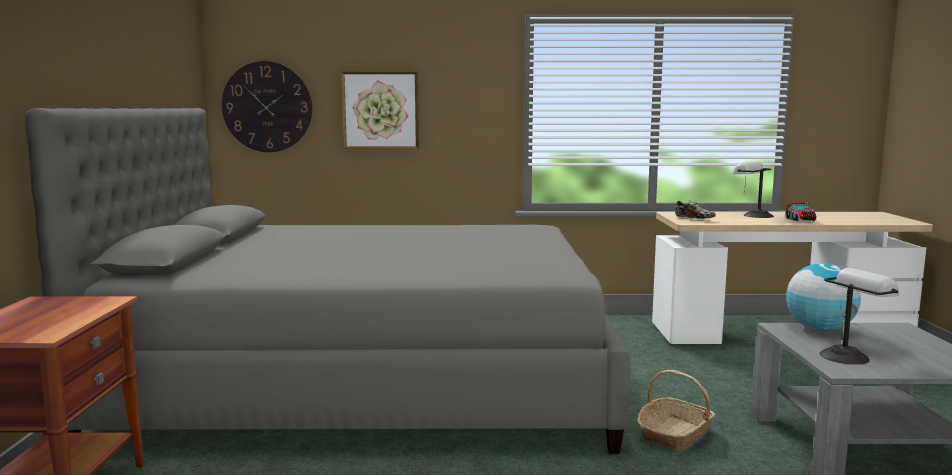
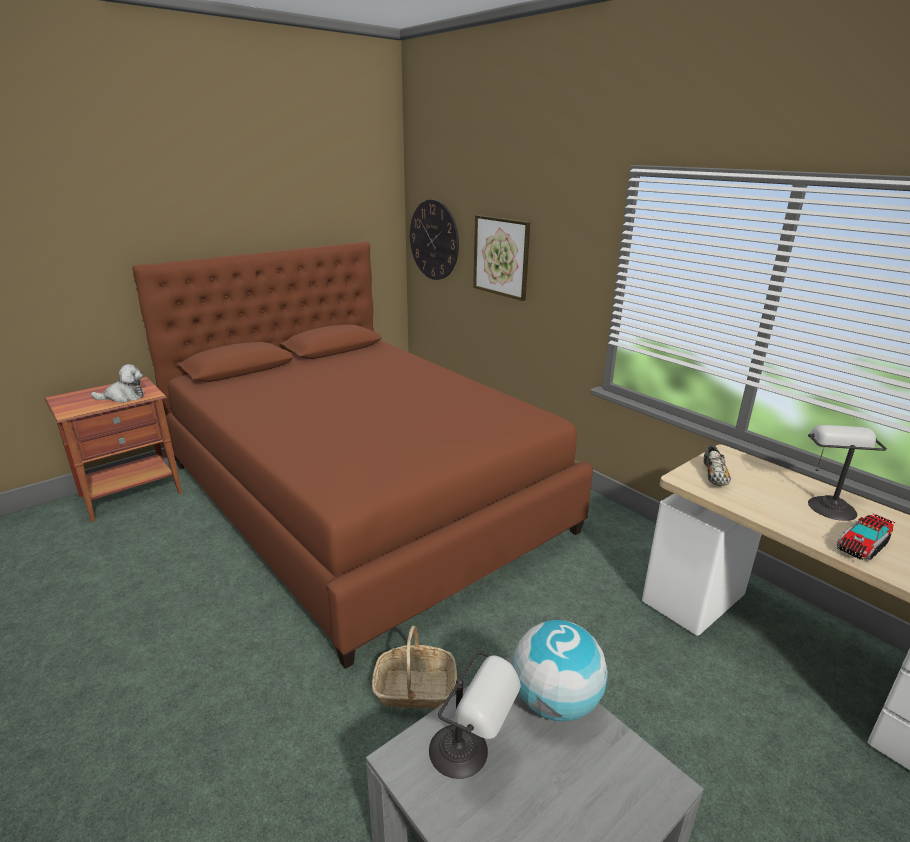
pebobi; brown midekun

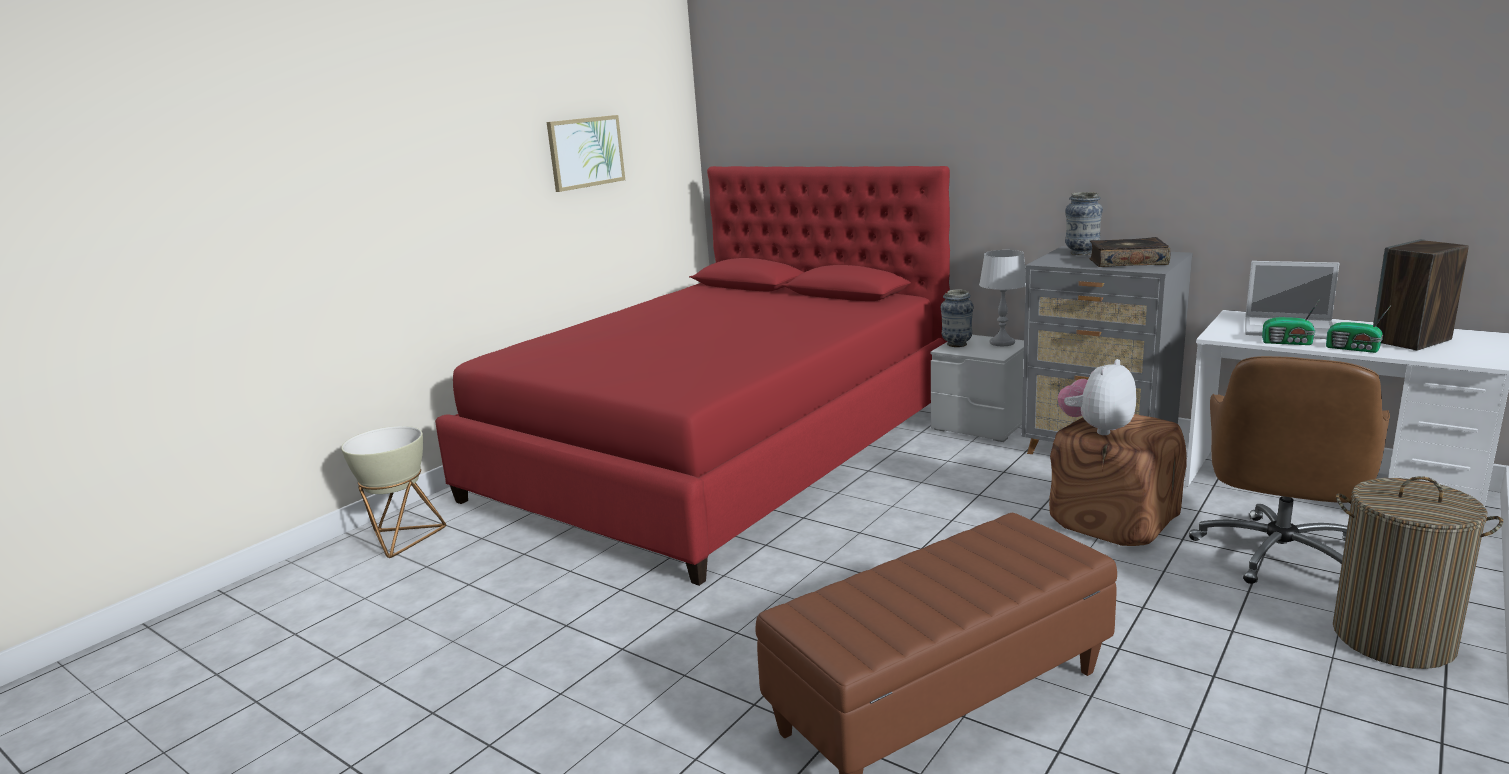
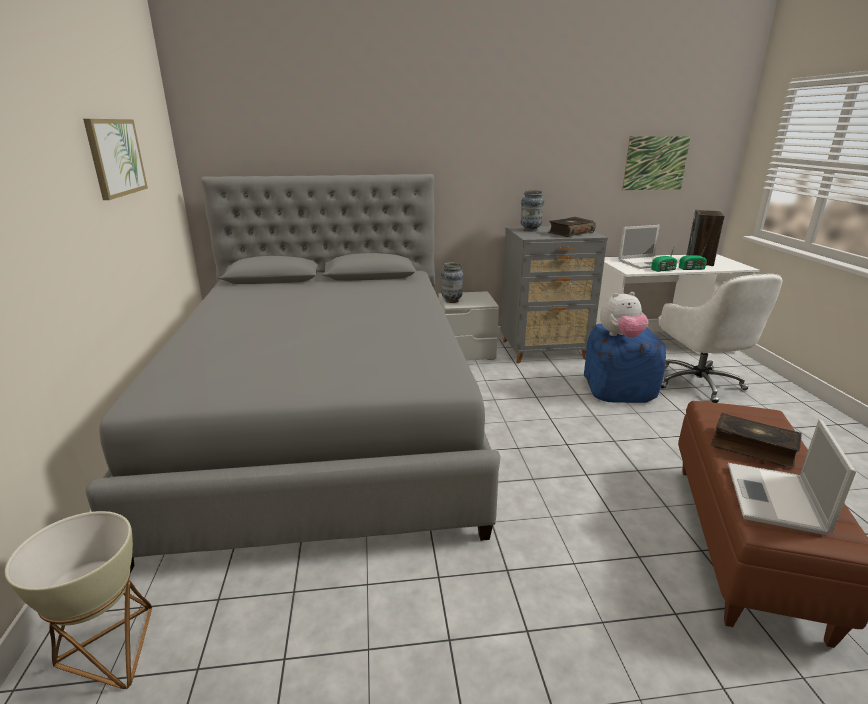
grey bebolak; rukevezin; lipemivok (2nd from left); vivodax (2nd from left); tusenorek (2nd from left); grey midekun; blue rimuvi; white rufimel; pebobi

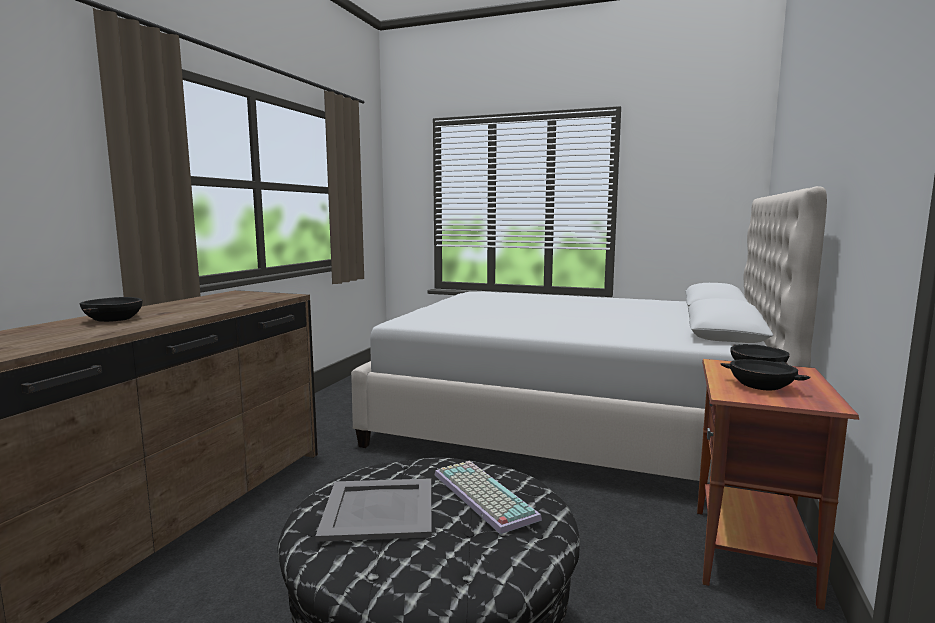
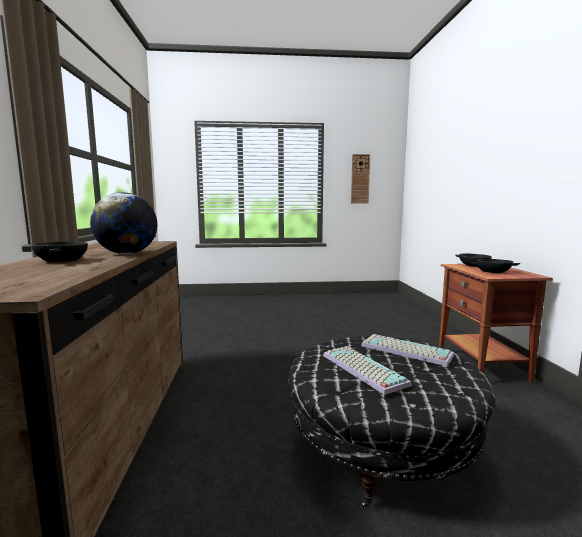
white midekun; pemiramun; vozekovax; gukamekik (1st from left)

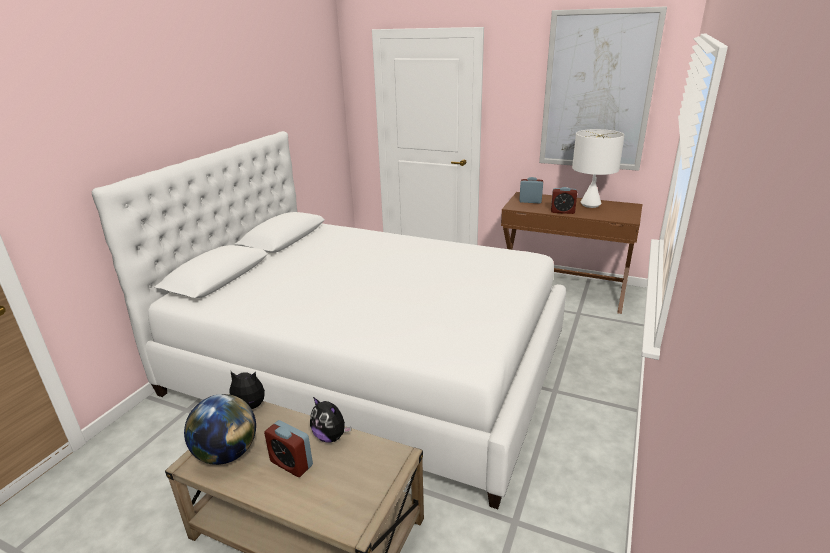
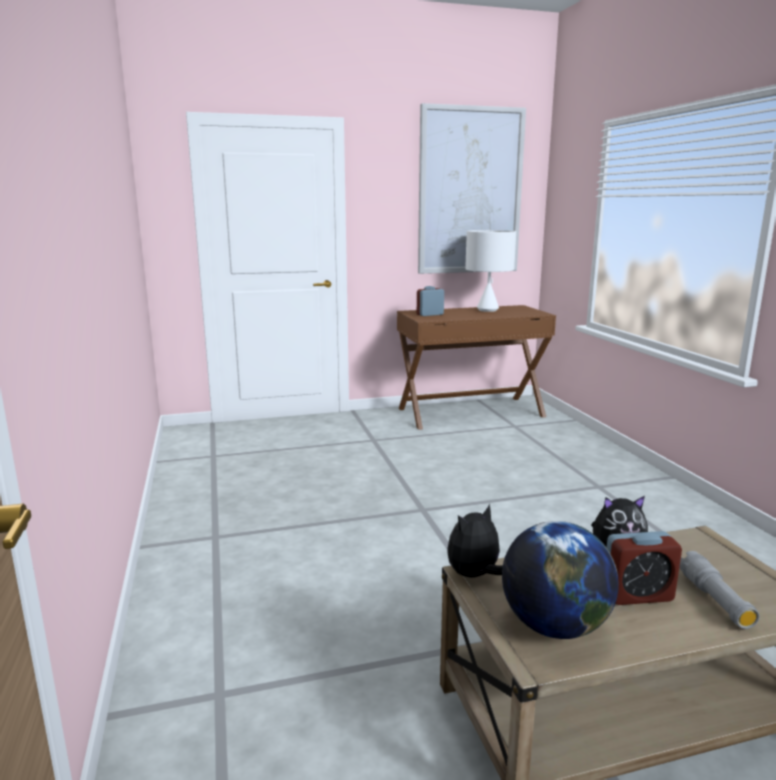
white midekun; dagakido (3rd from left in the first image); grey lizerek

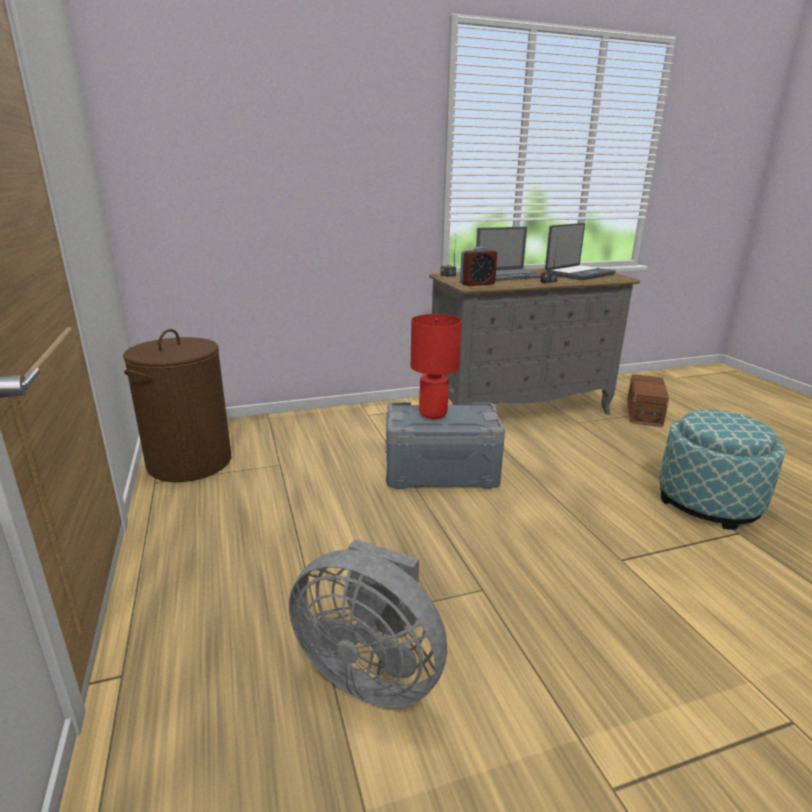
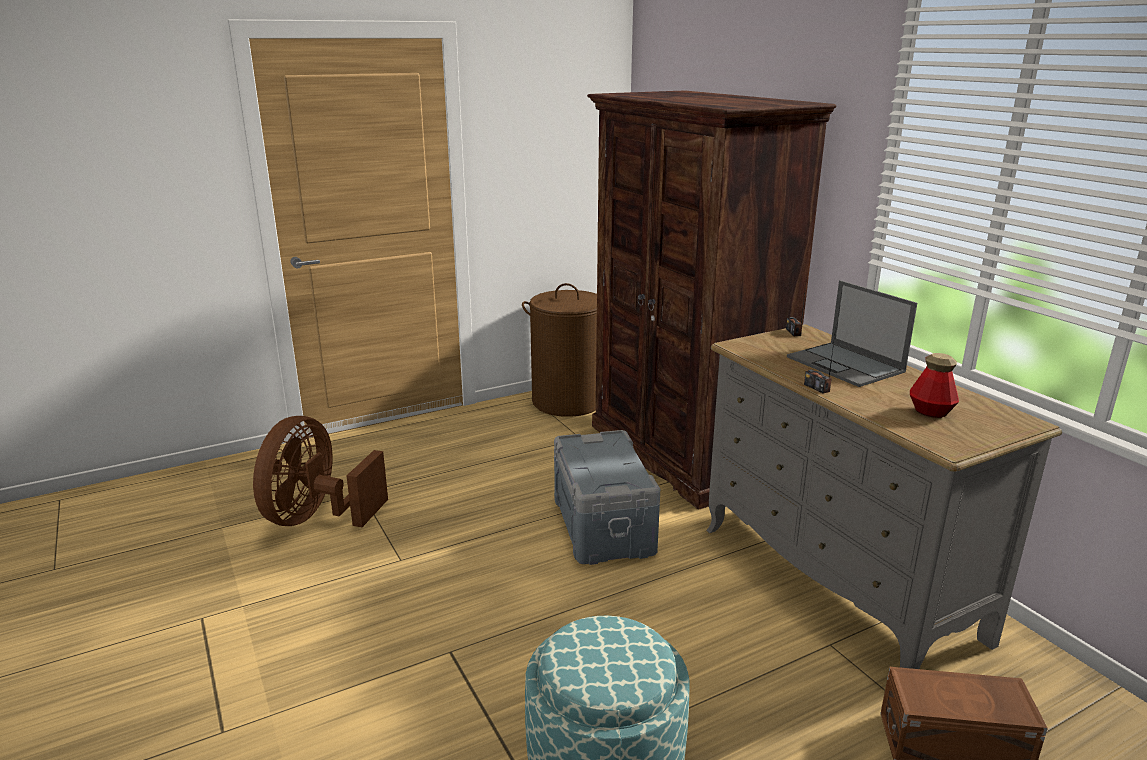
red bebolak; dagakido; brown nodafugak; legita; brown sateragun

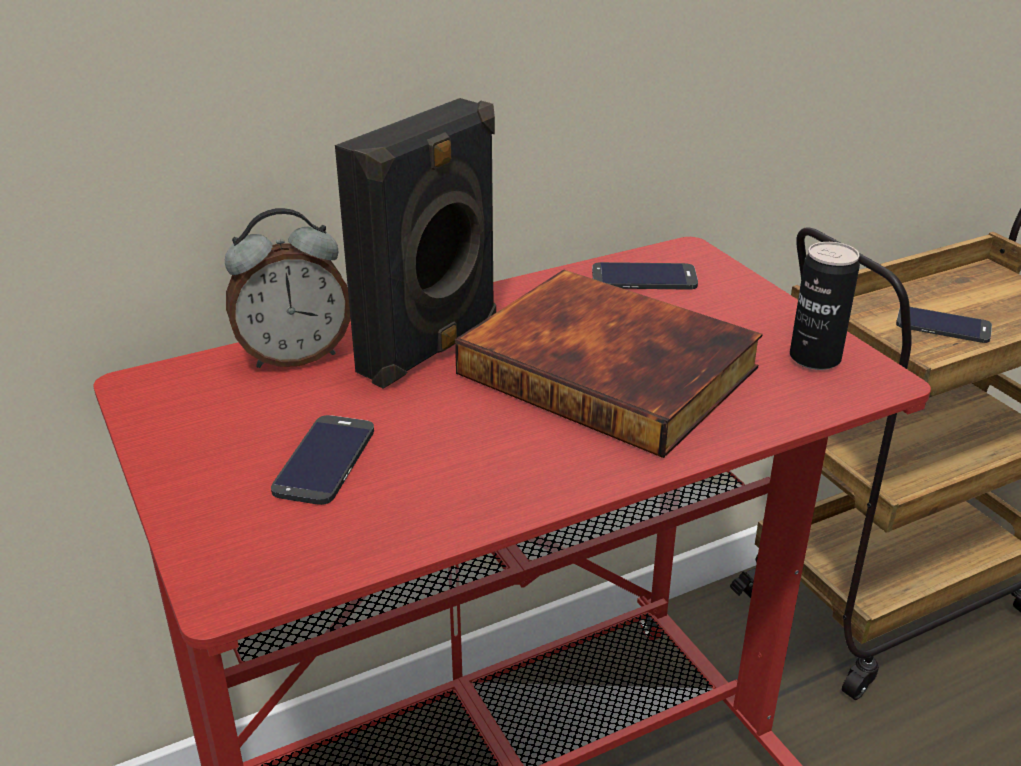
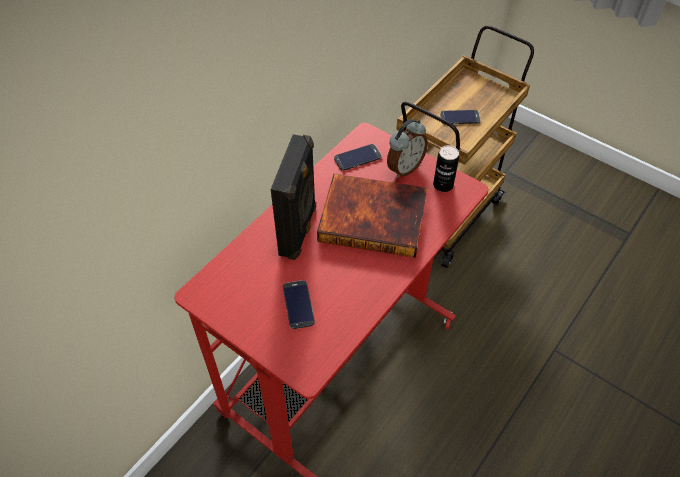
dagakido

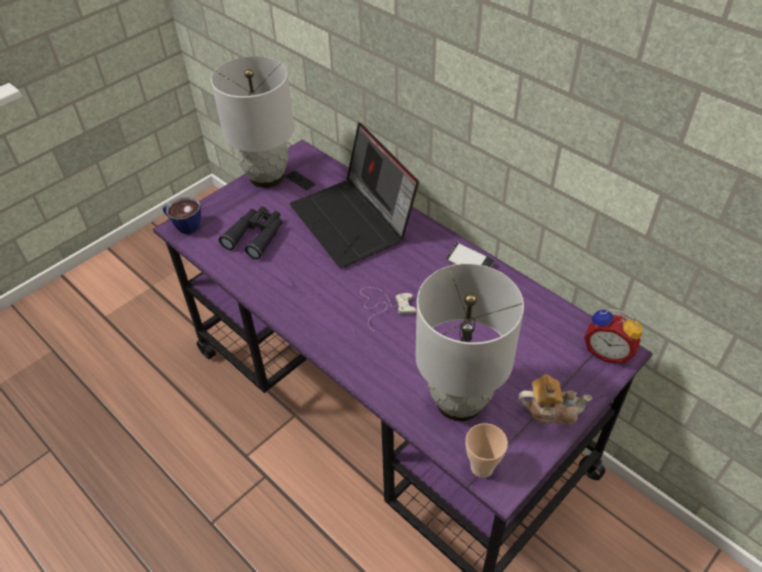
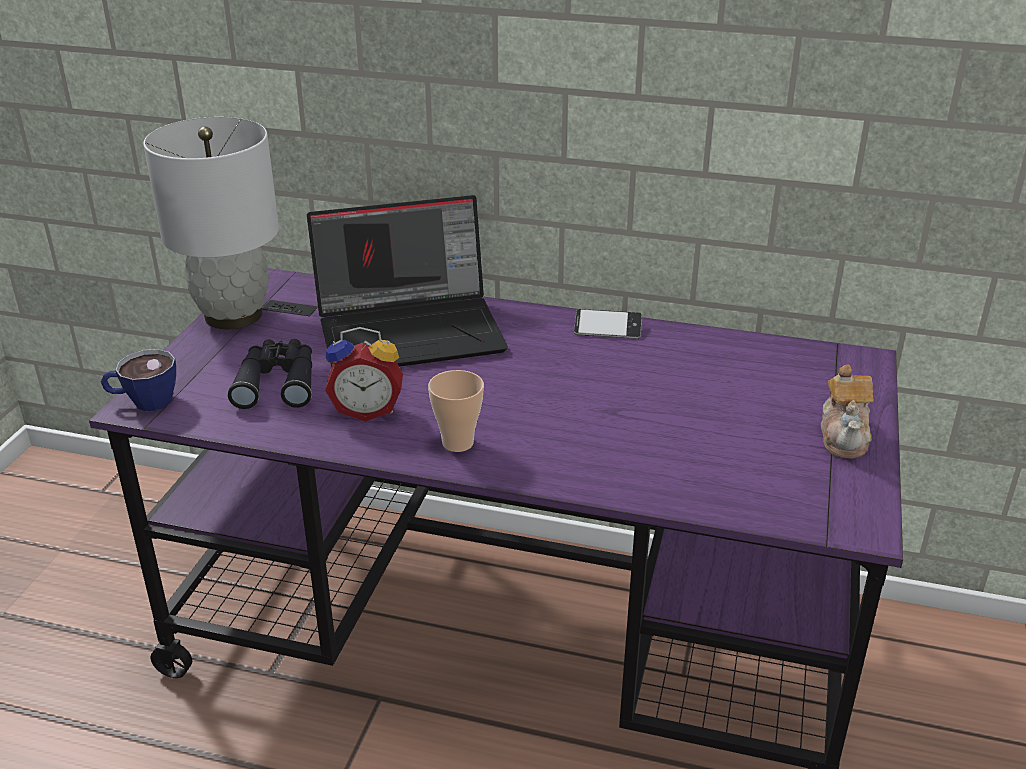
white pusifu; white bebolak (2nd from left in the first image); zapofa (2nd from left); dagakido; tusenorek; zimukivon

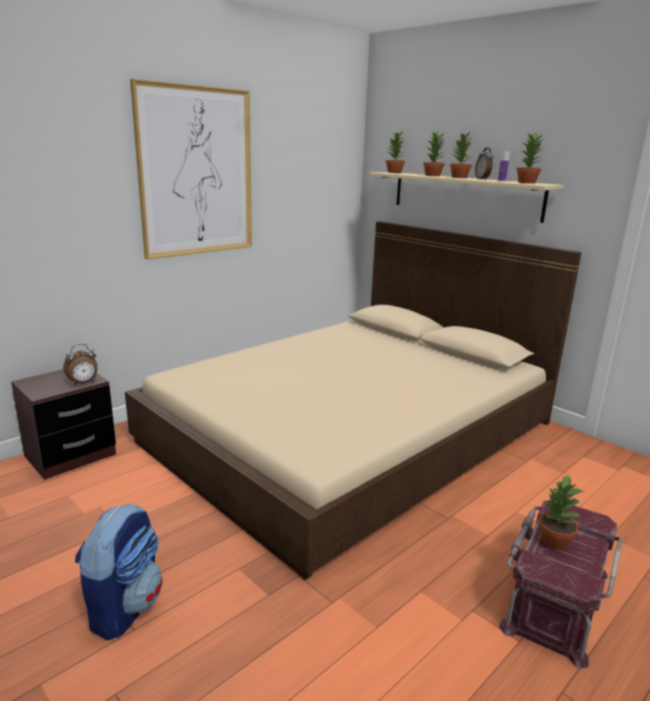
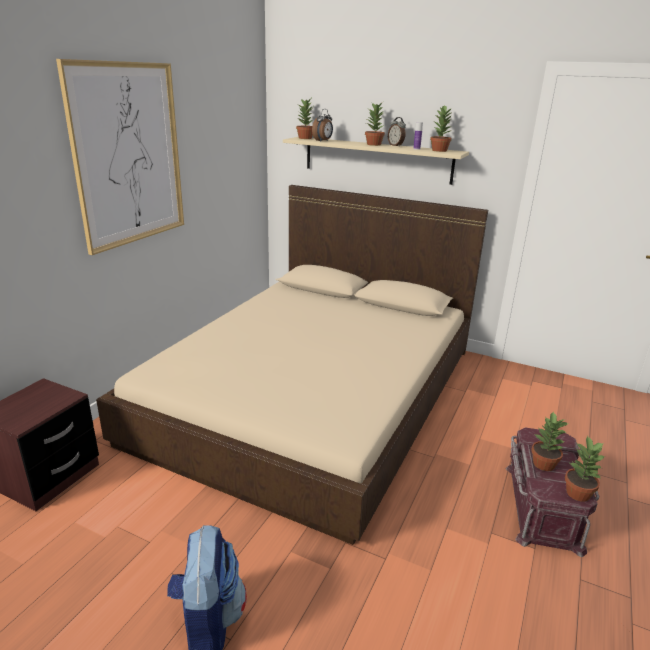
dagakido (1st from left); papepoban (5th from left)

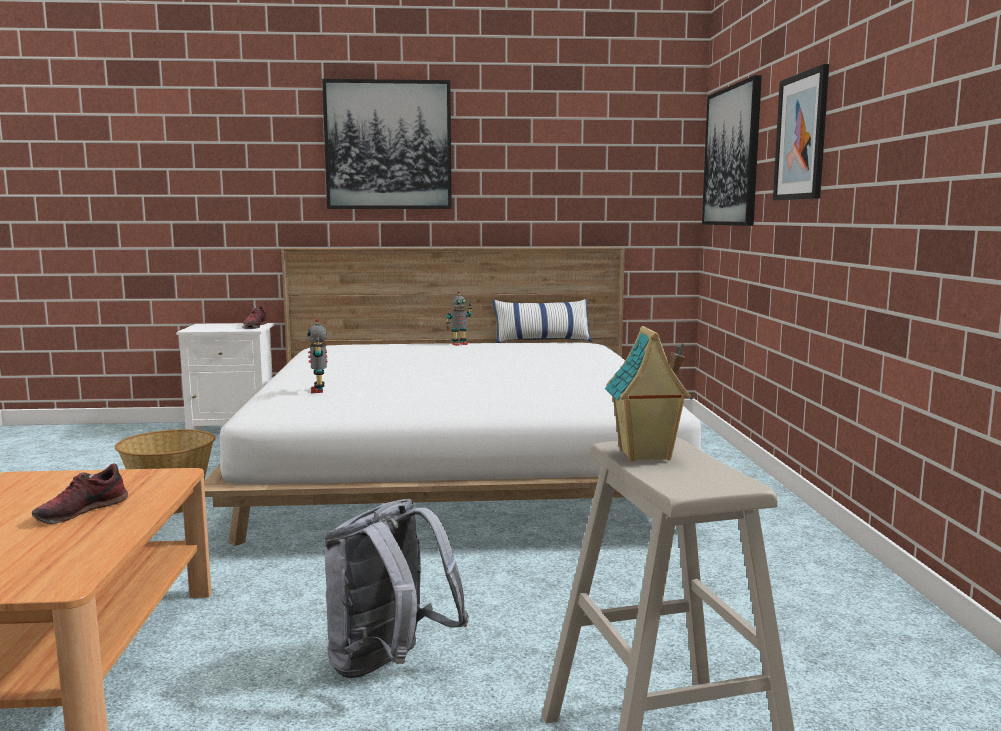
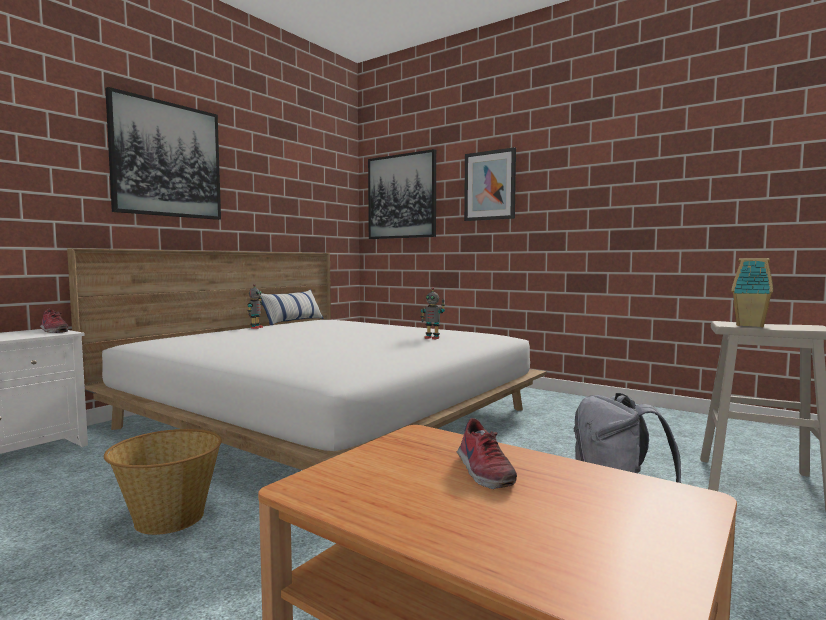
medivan (2nd from left)

